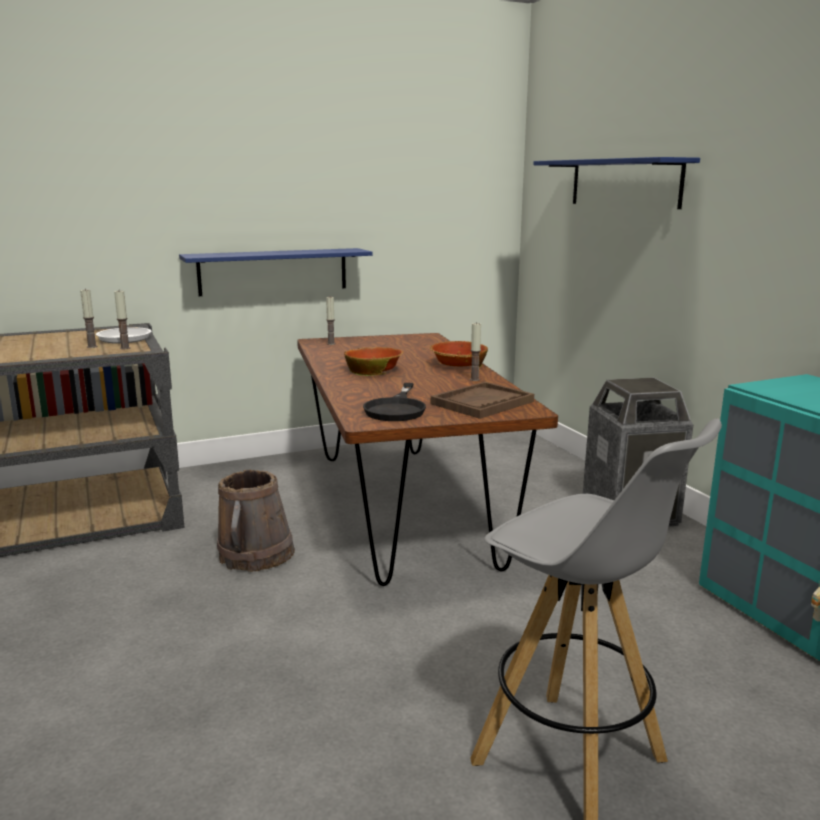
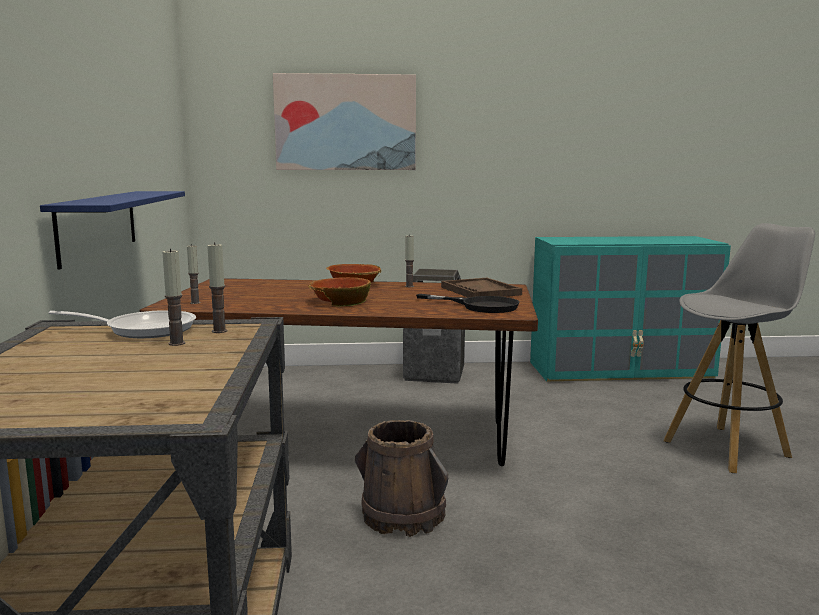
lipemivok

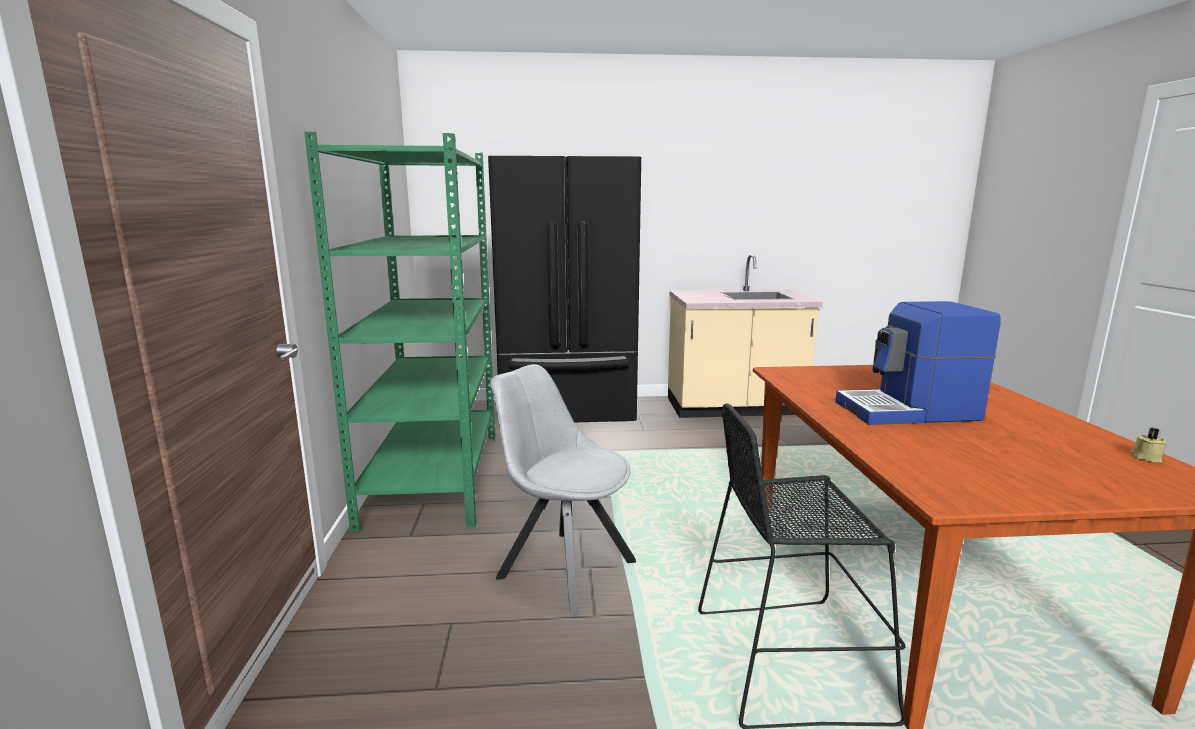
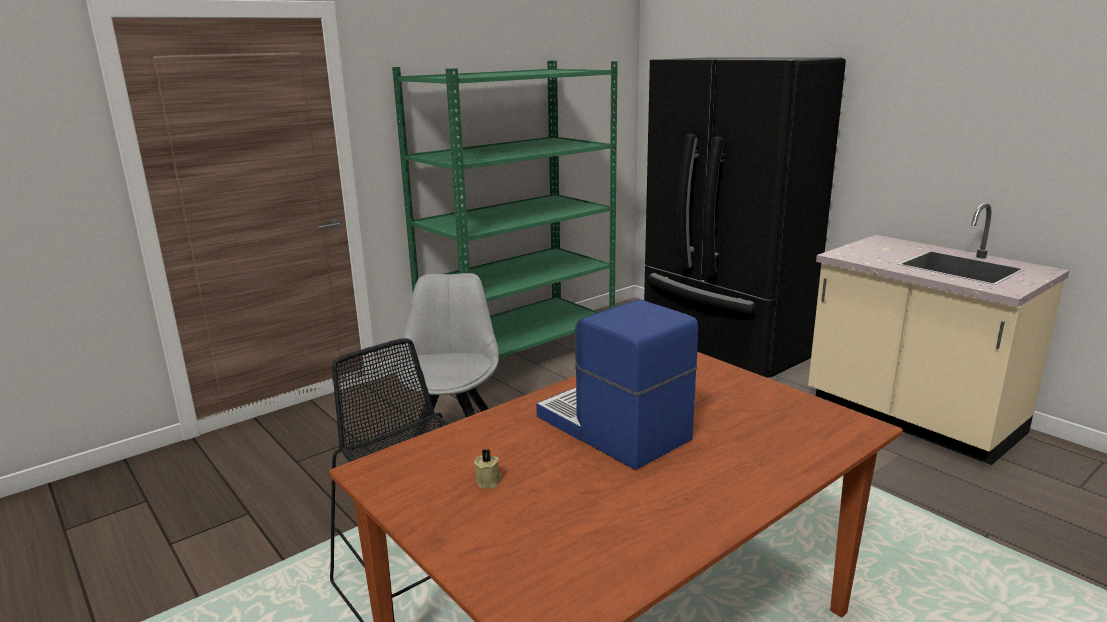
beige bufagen

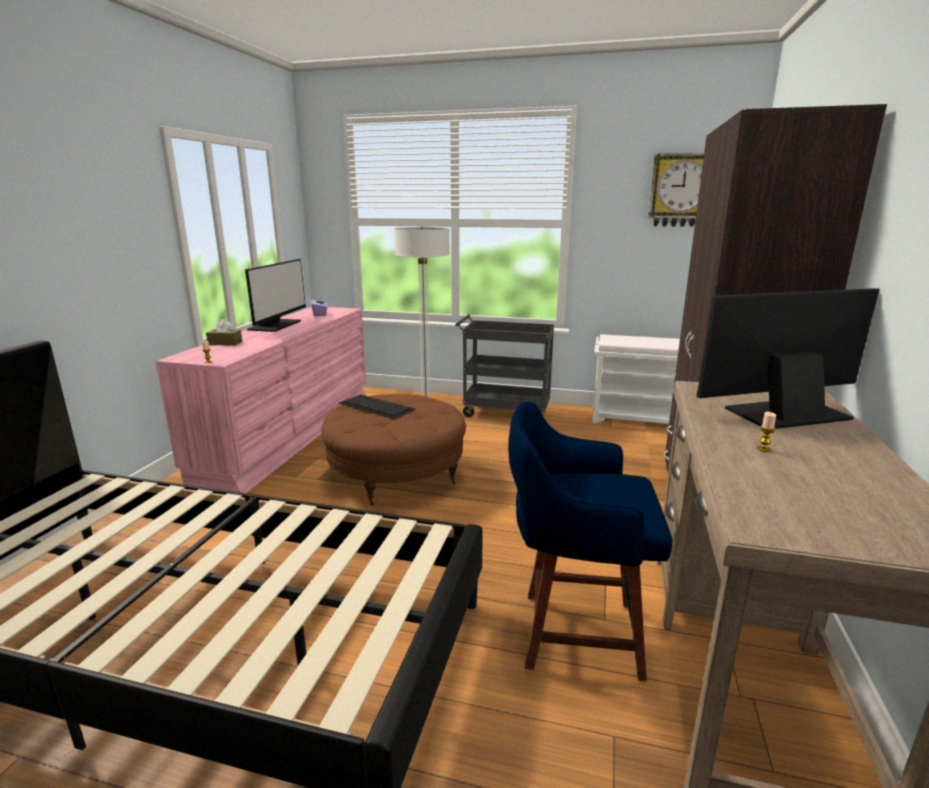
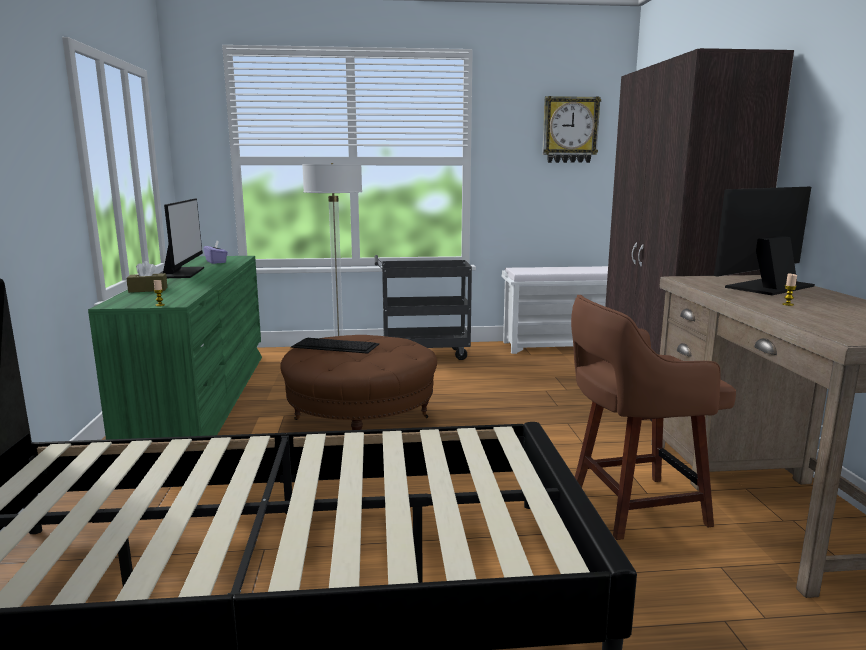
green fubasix; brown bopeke

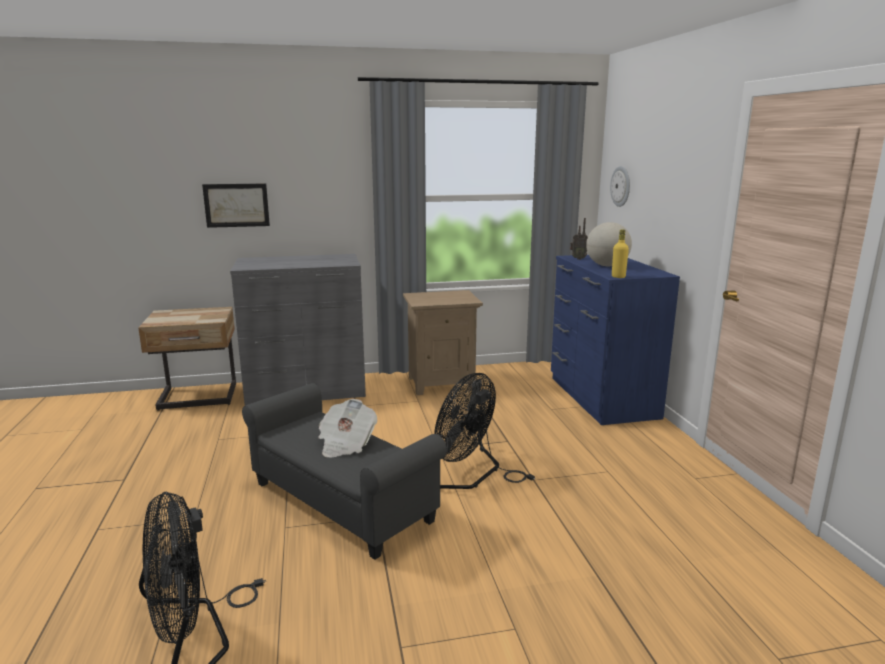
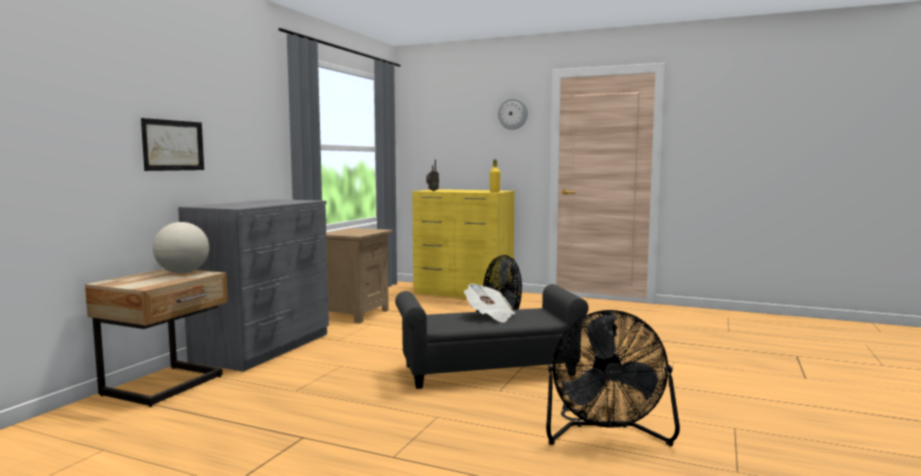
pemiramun; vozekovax; yellow fubasix

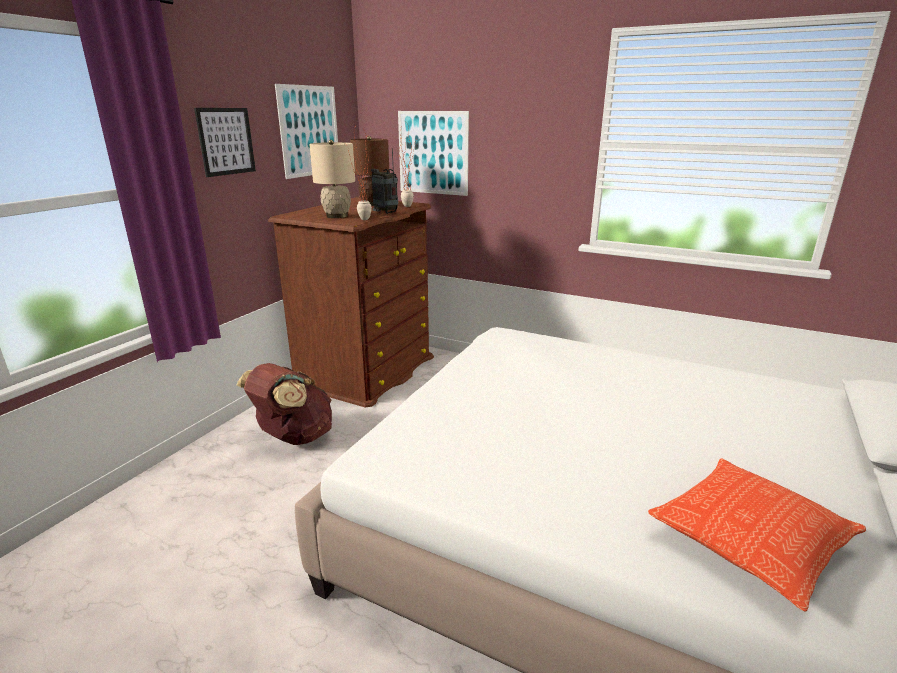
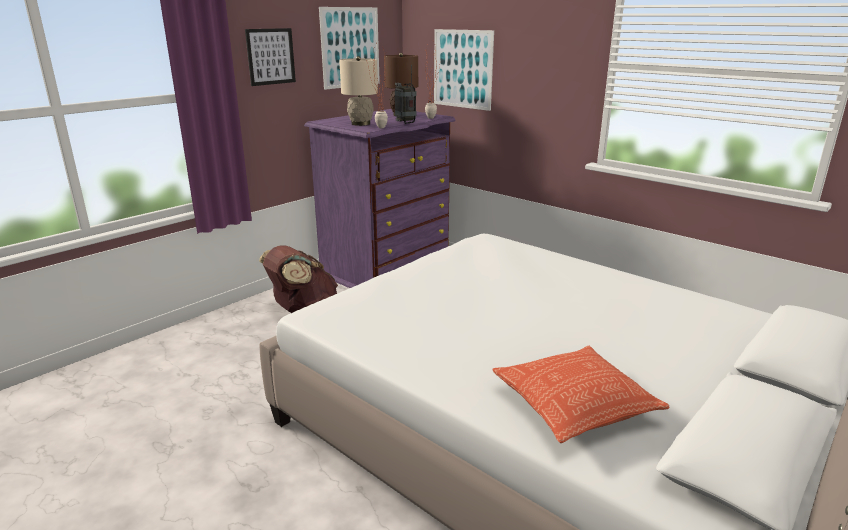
purple fubasix

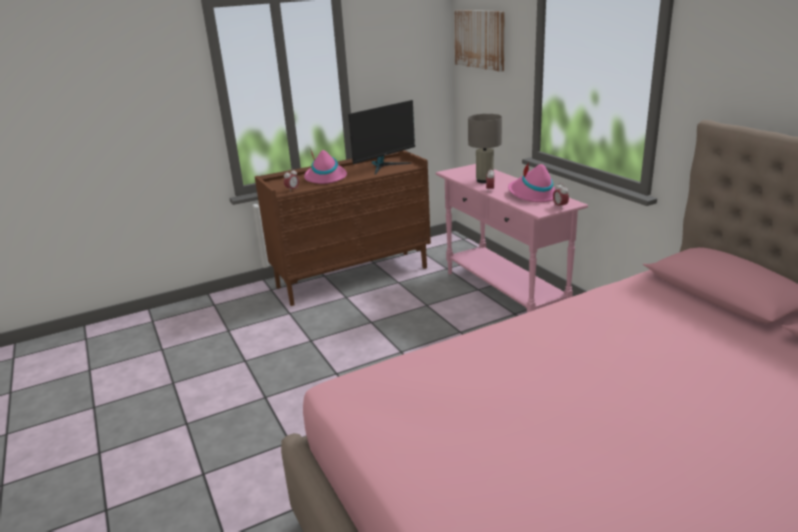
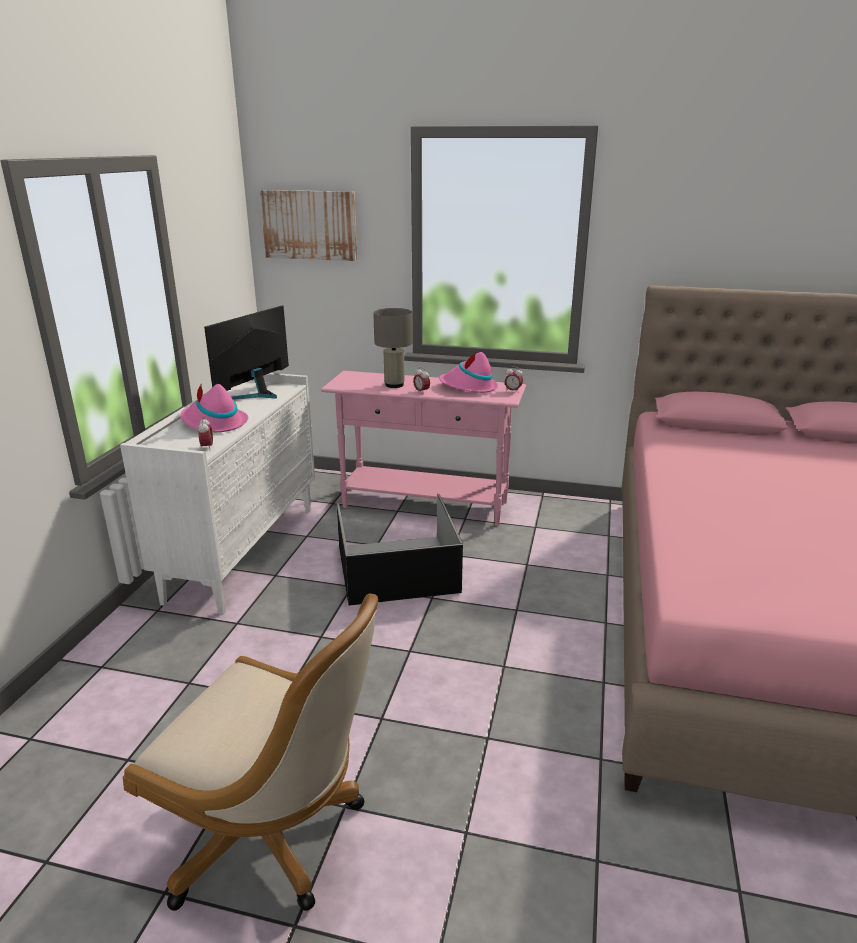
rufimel; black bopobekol; white fubasix; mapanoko

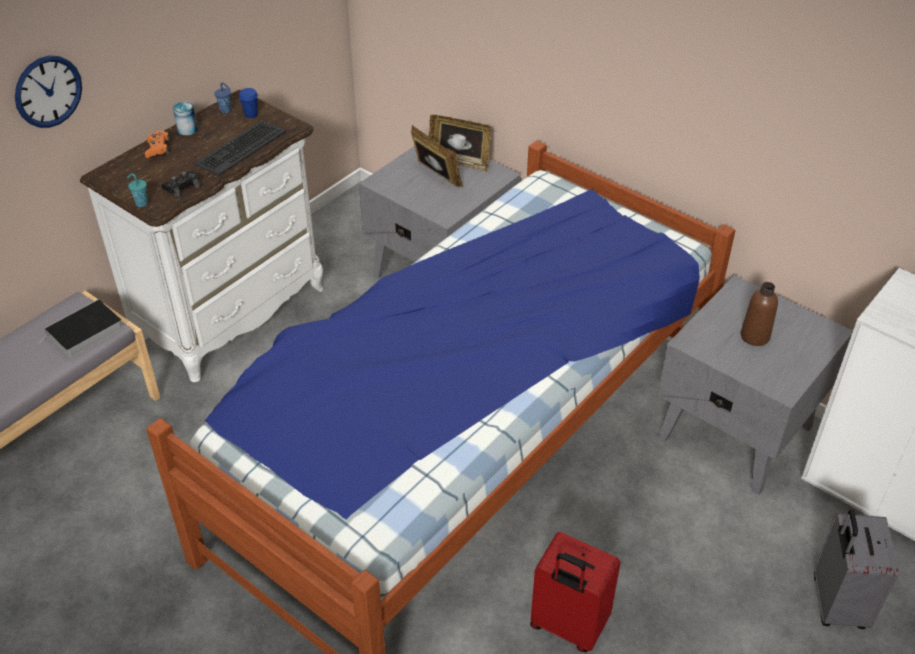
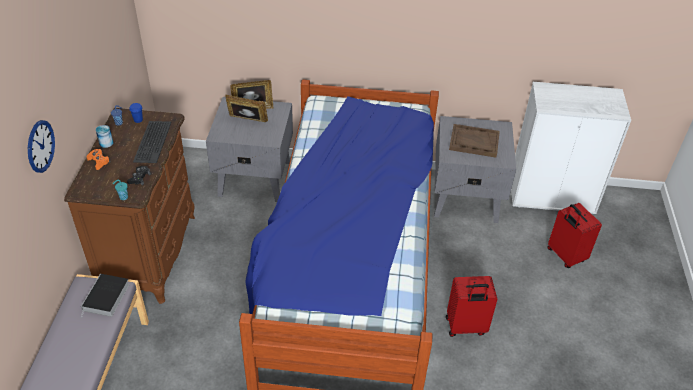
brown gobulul; brown fubasix; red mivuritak (2nd from left)

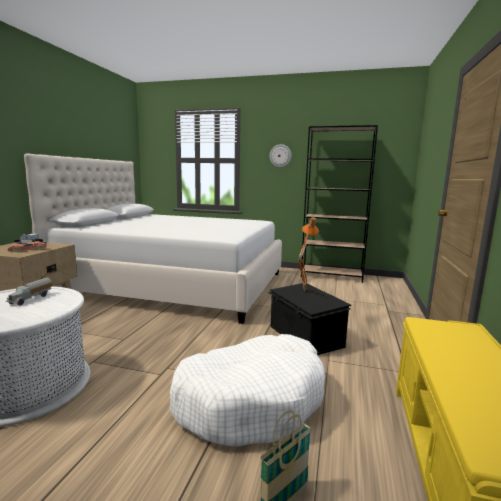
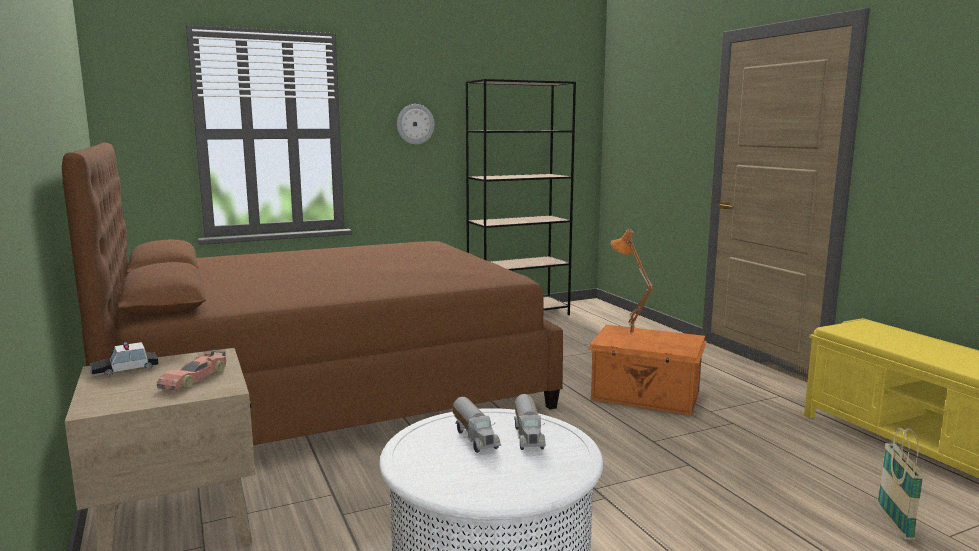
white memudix; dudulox (2nd from left); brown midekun; orange bopobekol

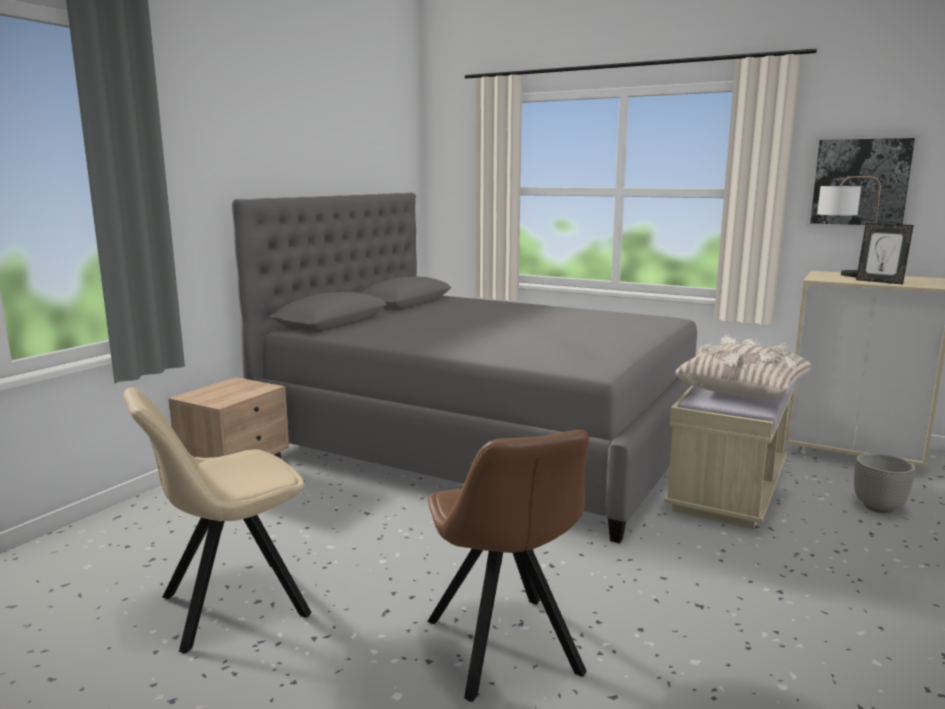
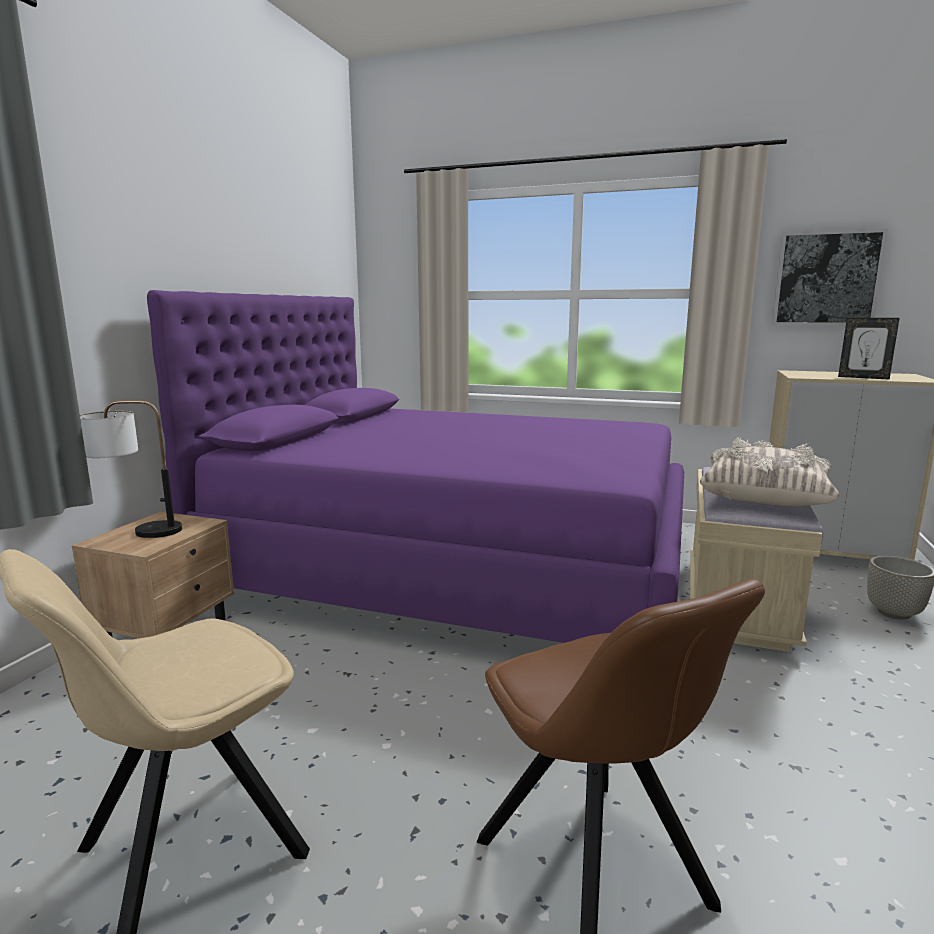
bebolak; purple midekun

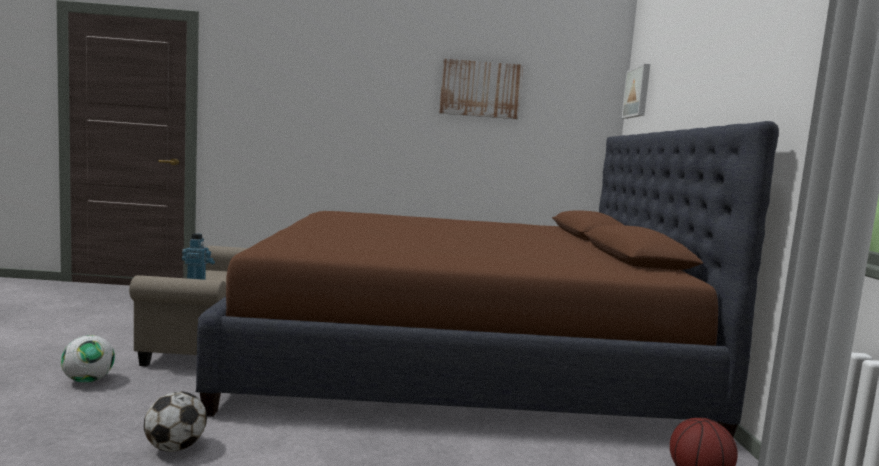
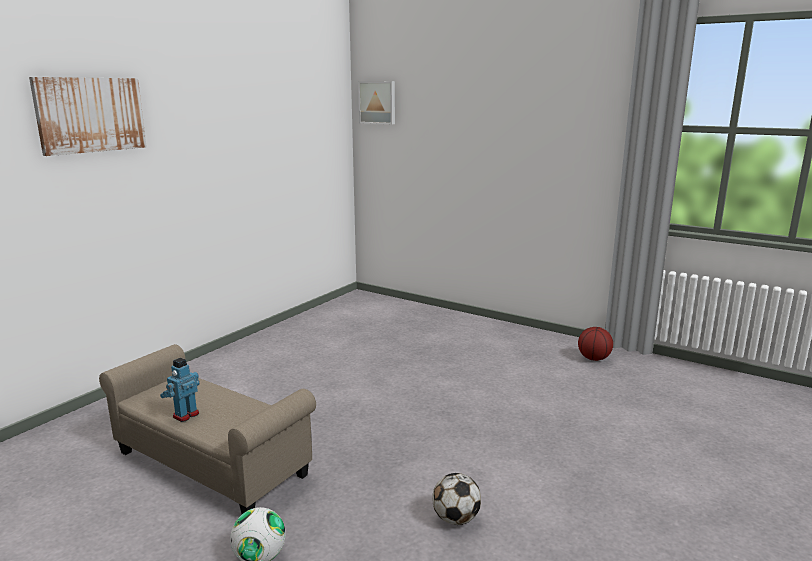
brown midekun; lipemivok (1st from left)

